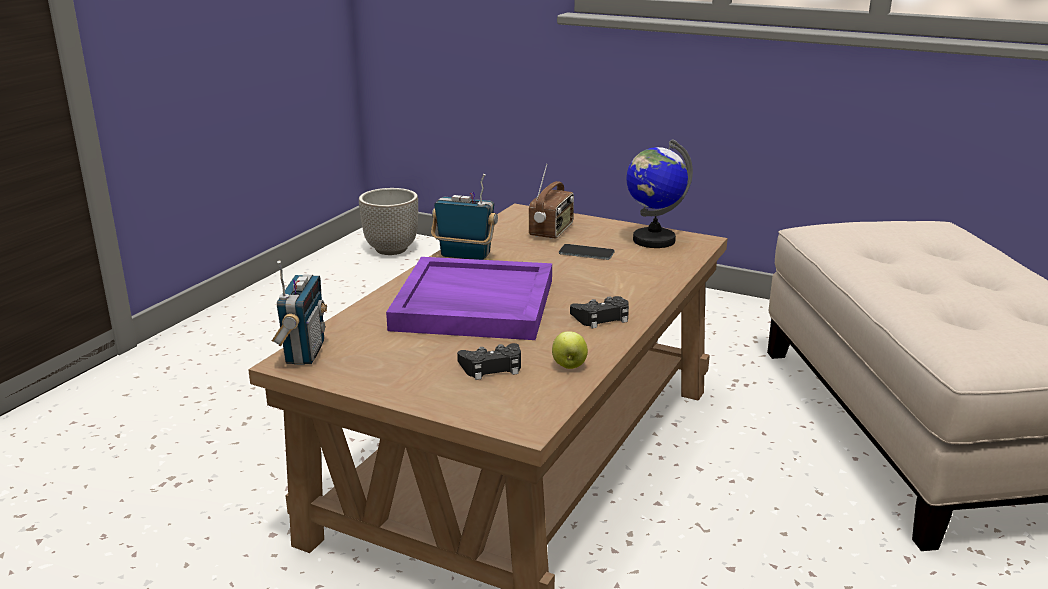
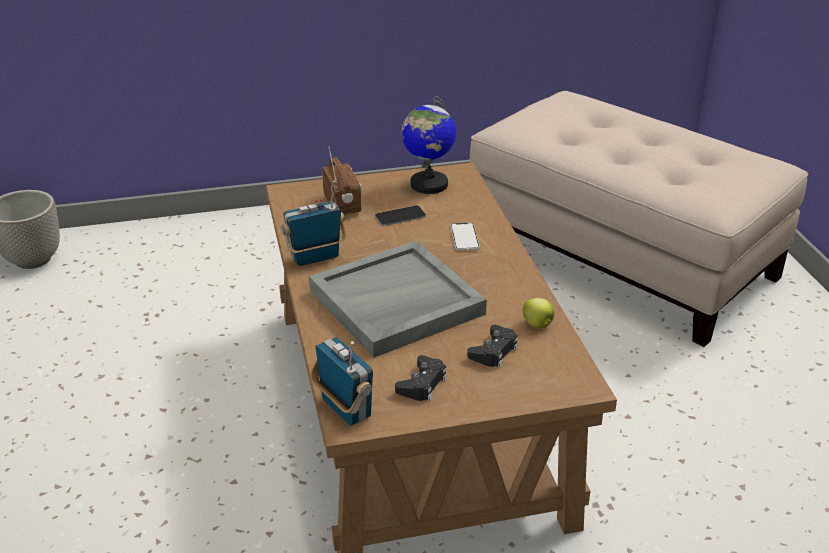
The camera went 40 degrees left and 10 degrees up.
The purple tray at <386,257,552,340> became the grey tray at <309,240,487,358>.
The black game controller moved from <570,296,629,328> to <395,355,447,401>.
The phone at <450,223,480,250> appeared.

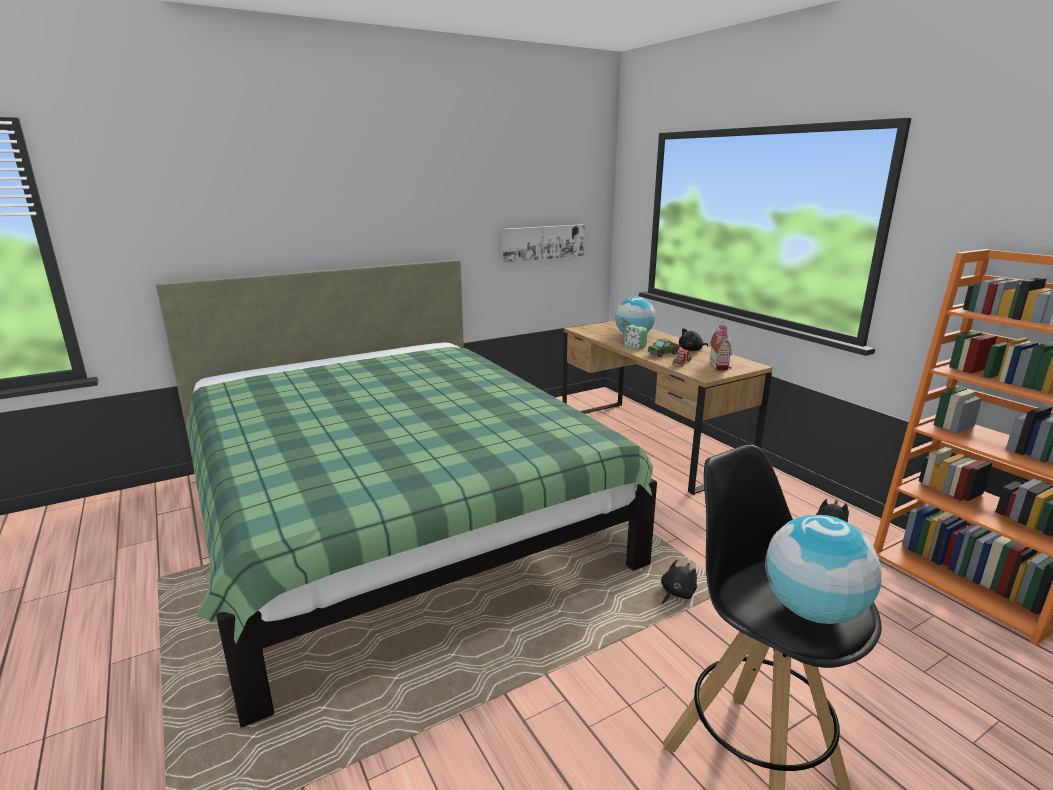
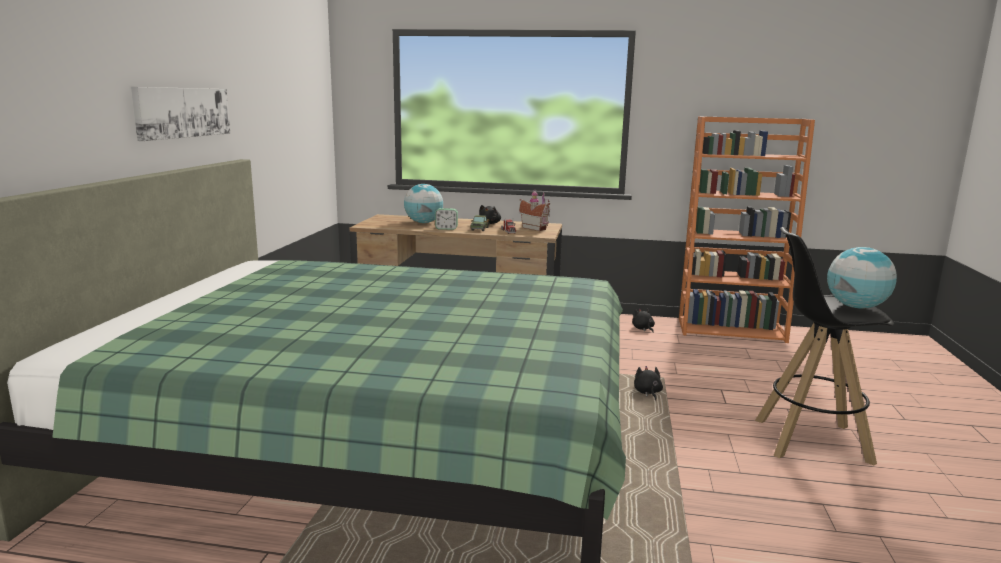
The camera went 50 degrees left and 5 degrees down.
The picture moved from <502,224,585,262> to <131,87,230,141>.

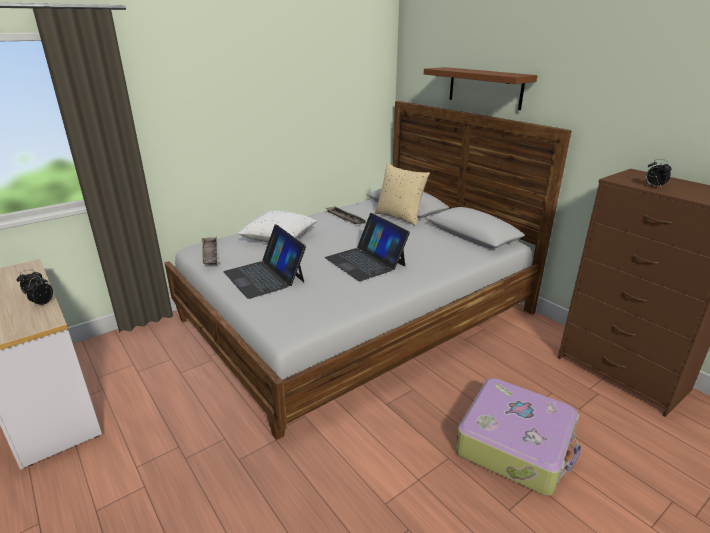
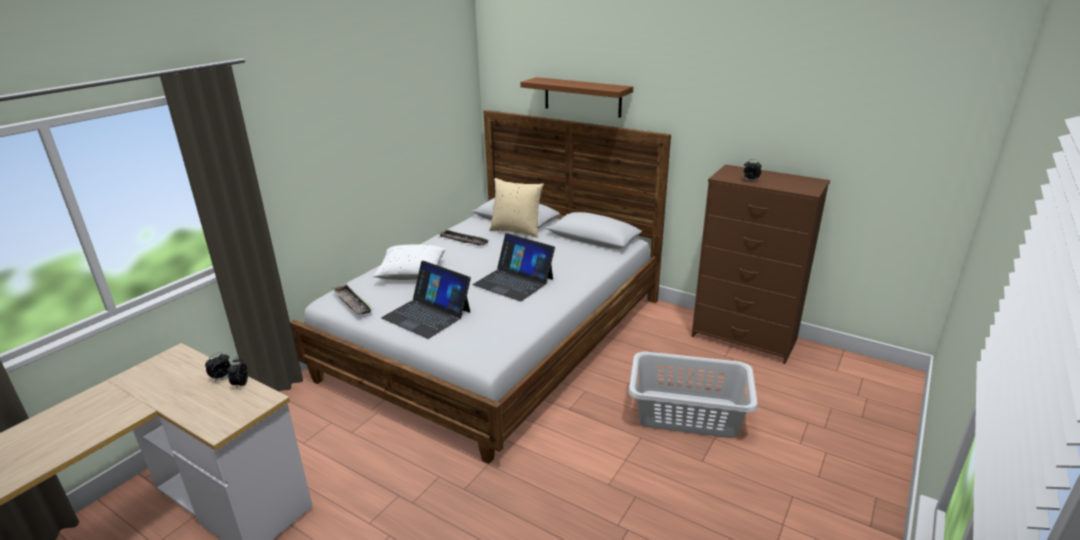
The camera went 20 degrees left and 0 degrees up.
The suitcase at <455,378,581,496> was replaced by the grey laundry basket at <628,352,758,438>.

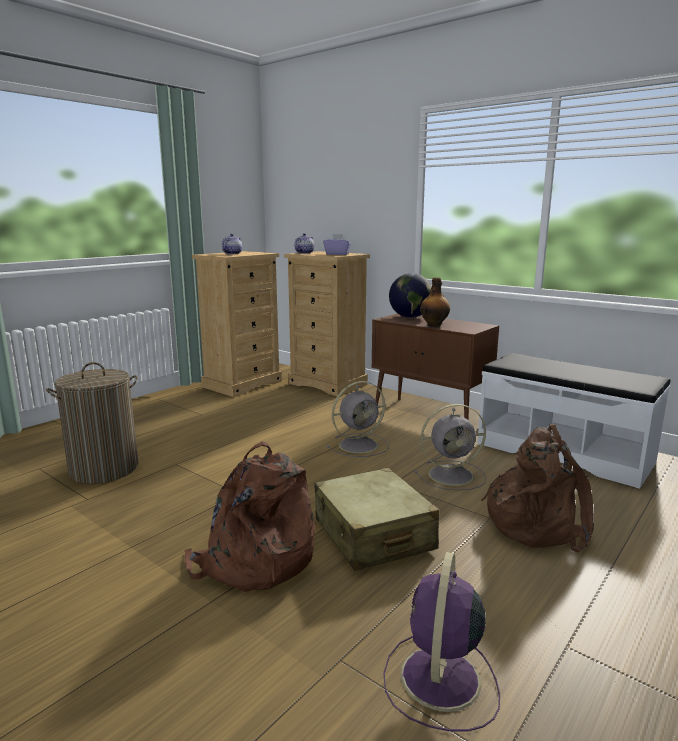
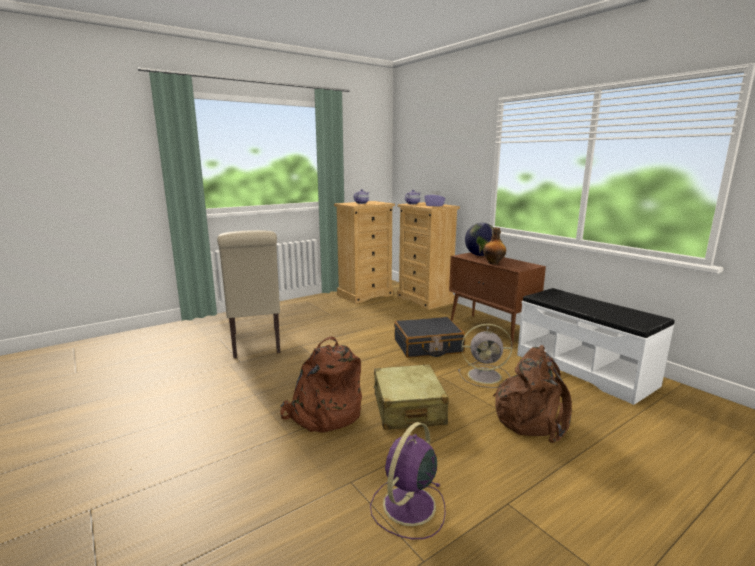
The camera went 15 degrees right and 0 degrees up.
The laundry basket at <46,362,138,484> was replaced by the beige chair at <217,230,280,358>.
The grey fan at <327,381,389,457> was replaced by the black suitcase at <394,317,465,358>.

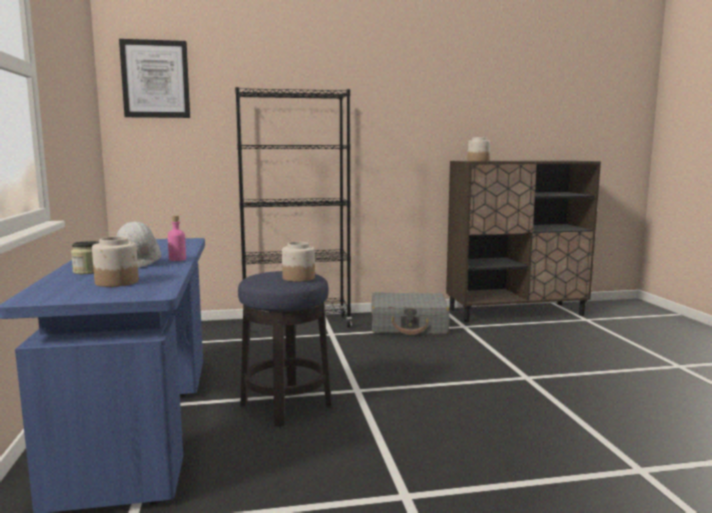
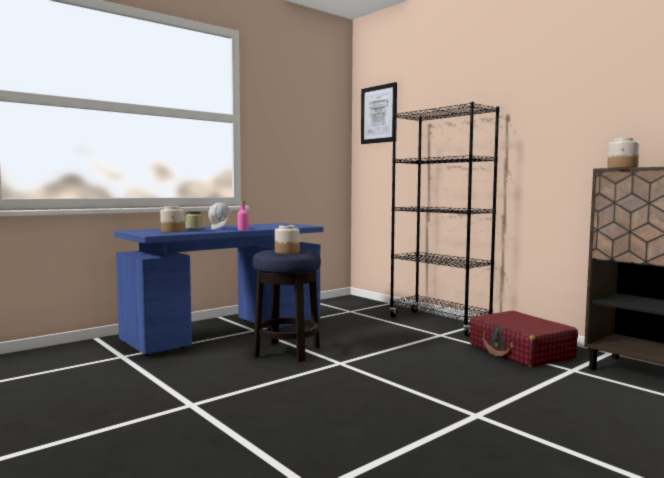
The camera went 60 degrees right and 5 degrees down.
The grey suitcase at <371,292,450,335> became the red suitcase at <469,311,578,368>.

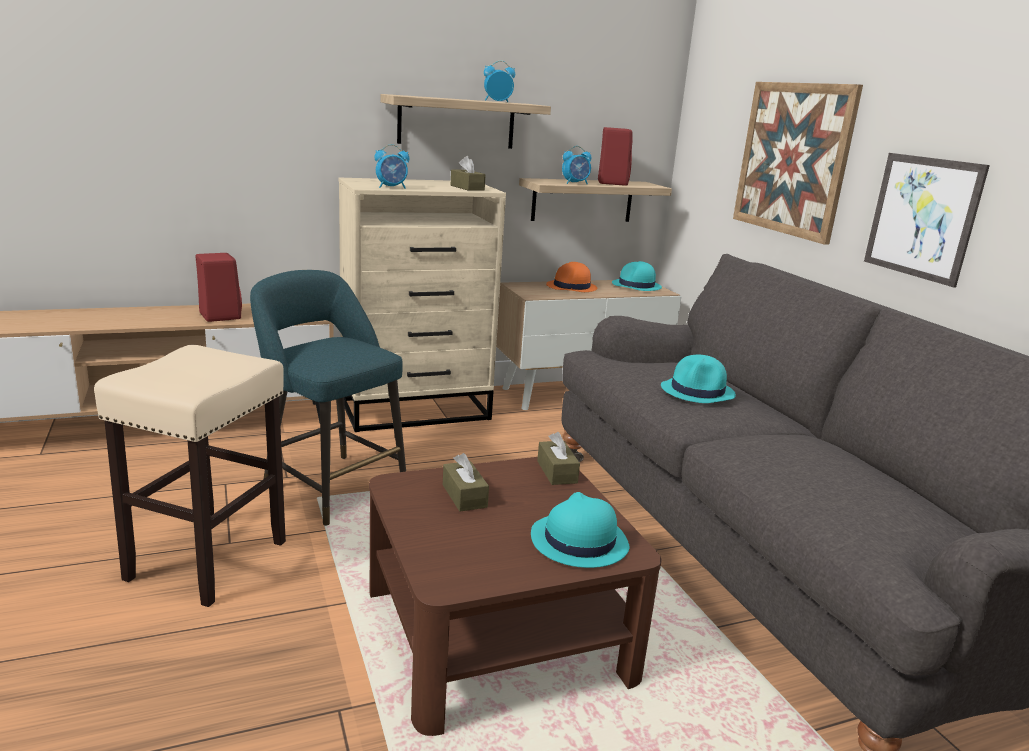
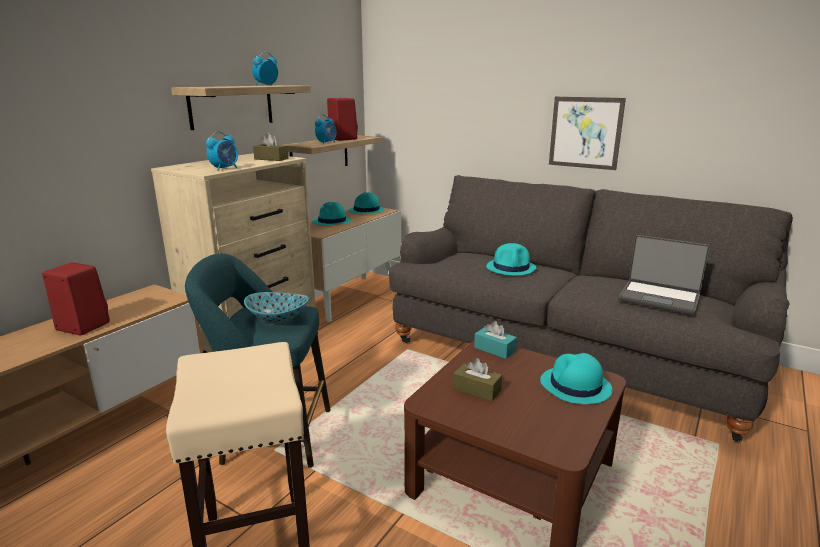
The camera went 35 degrees left and 0 degrees up.
The bowl at <244,292,309,323> appeared.
The orange hat at <546,262,597,292> became the turquoise hat at <312,202,352,226>.
The brown tissue box at <537,432,580,485> became the turquoise tissue box at <474,321,517,359>.
The laptop at <619,235,710,315> appeared.
The picture at <733,82,863,245> disappeared.

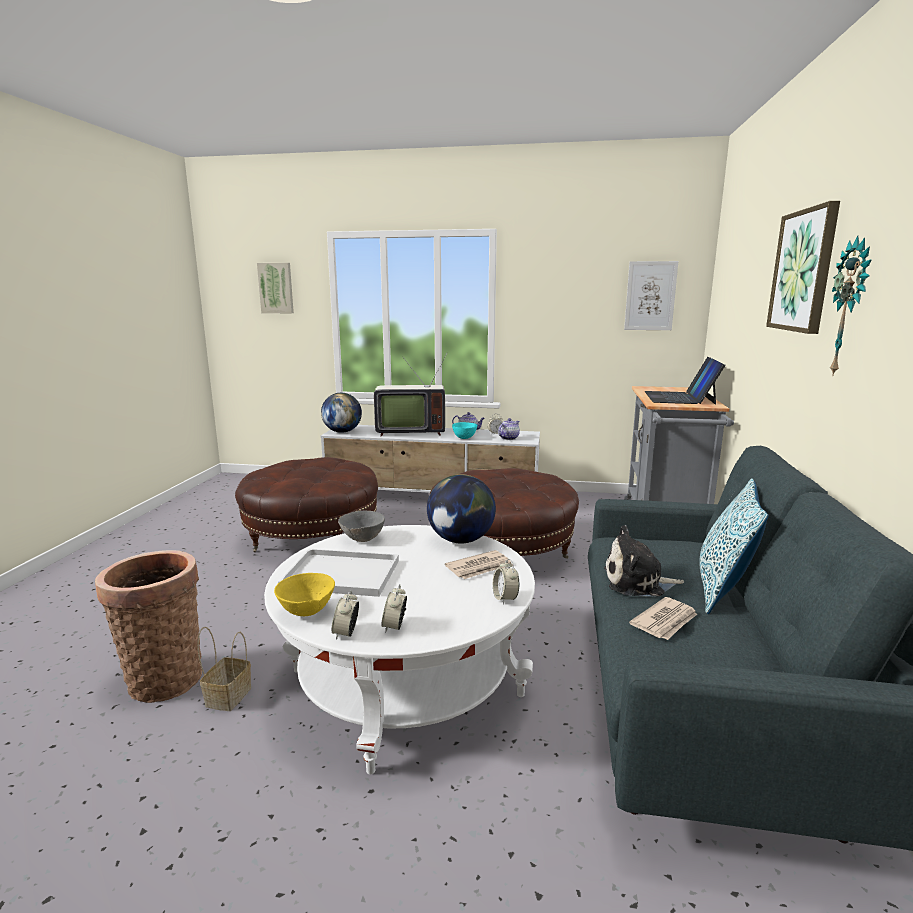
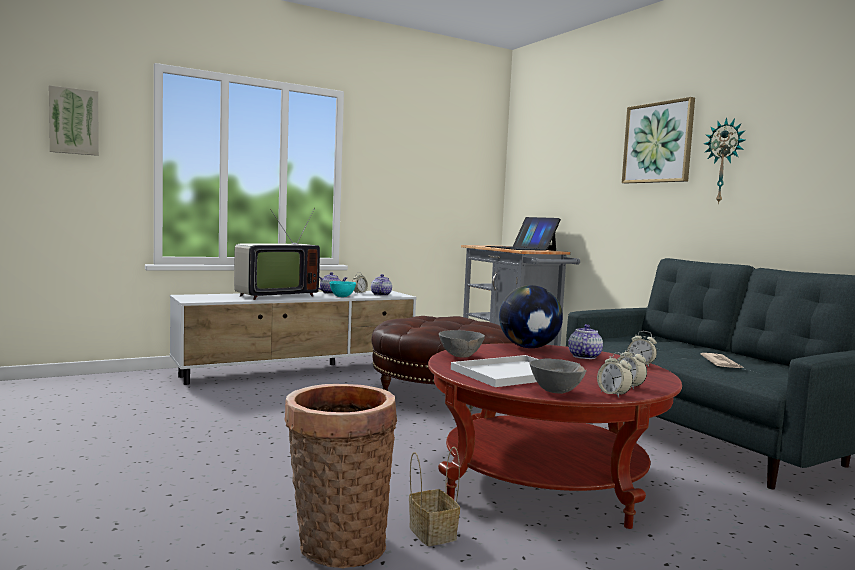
The camera went 40 degrees left and 10 degrees down.
The white coffee table at <264,525,535,775> became the red coffee table at <428,343,682,529>.
The yellow bowl at <274,573,335,616> became the grey bowl at <529,358,587,394>.
The newspaper at <445,550,513,579> was replaced by the teapot at <568,324,603,359>.
The brown ottoman at <235,457,378,552> disappeared.
The globe at <321,393,362,433> disappeared.
The plush toy at <604,525,684,596> disappeared.
The picture at <624,261,678,330> disappeared.
The pillow at <699,479,769,614> disappeared.

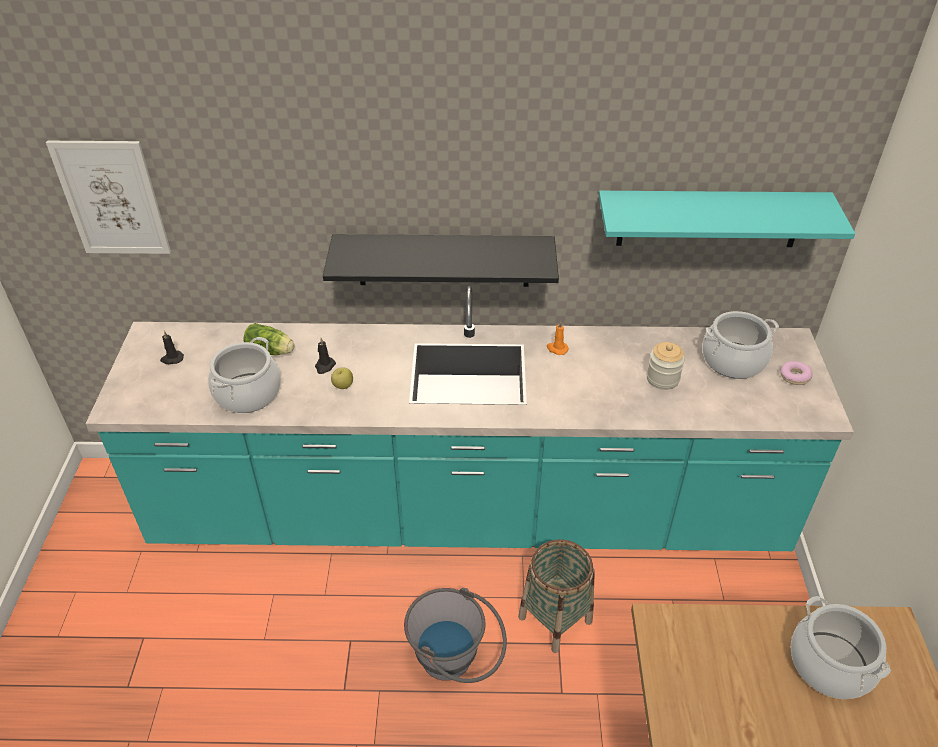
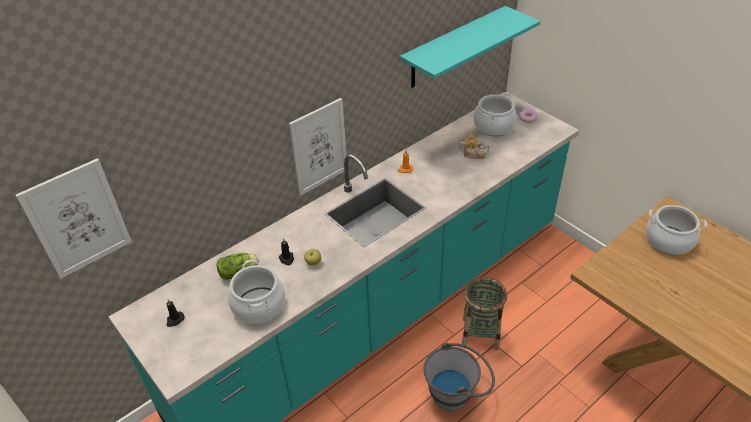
The camera went 40 degrees left and 0 degrees up.
The black shelf at <323,234,559,287> was replaced by the picture at <289,98,347,196>.
The jar at <647,342,685,390> was replaced by the teapot at <458,134,491,159>.

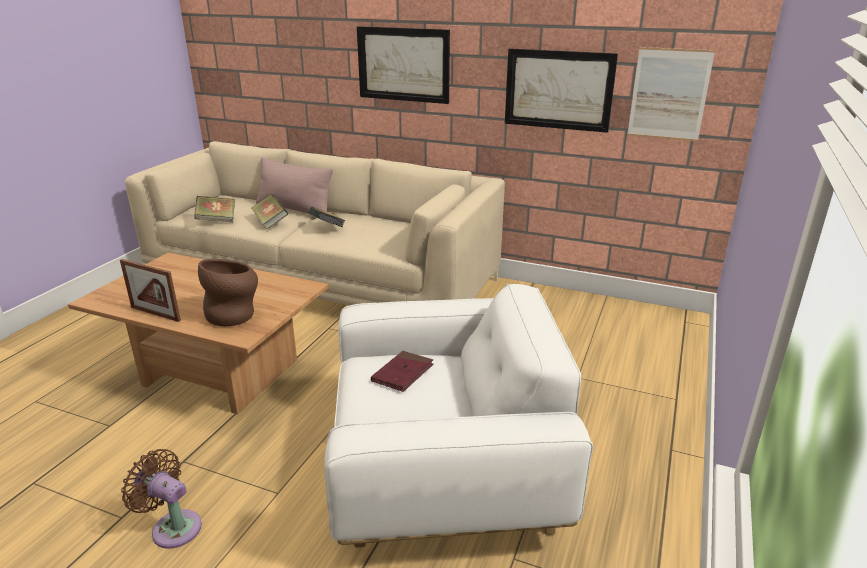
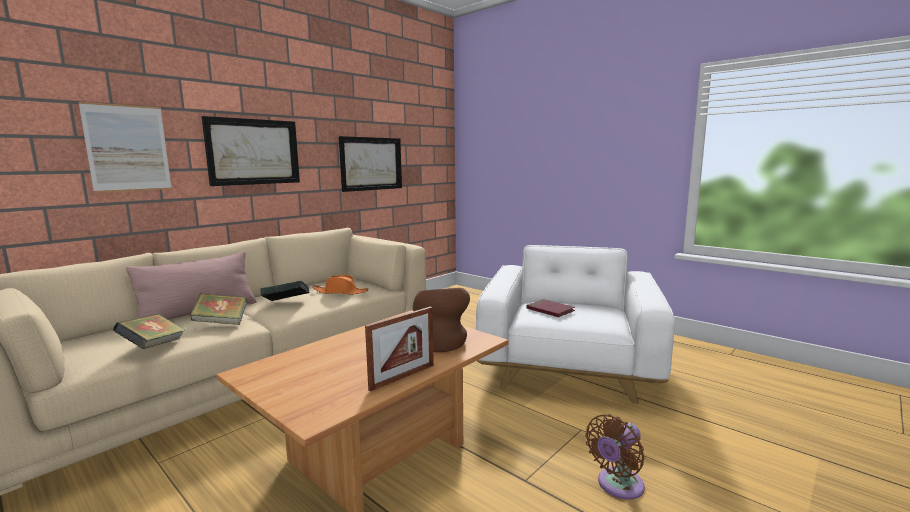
The camera went 70 degrees left and 15 degrees down.
The picture moved from <627,47,715,142> to <78,101,172,193>.
The orange hat at <312,275,369,295> appeared.

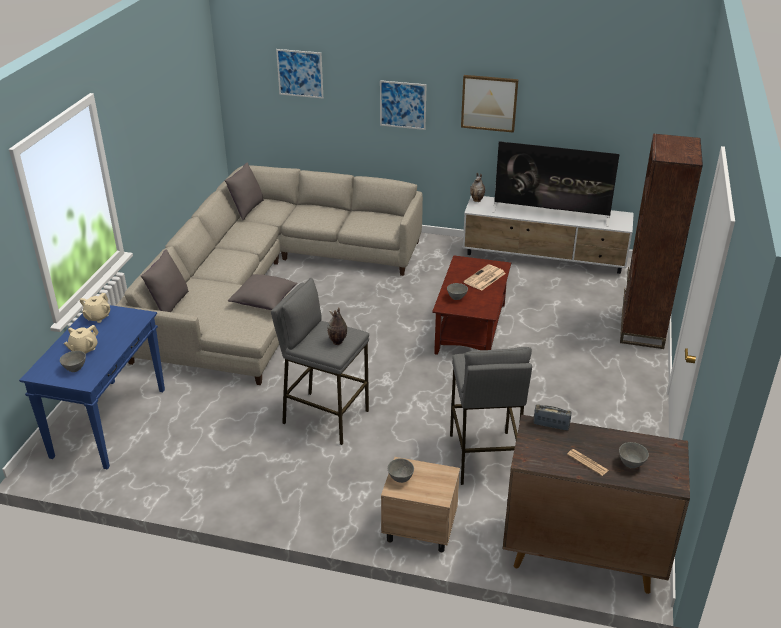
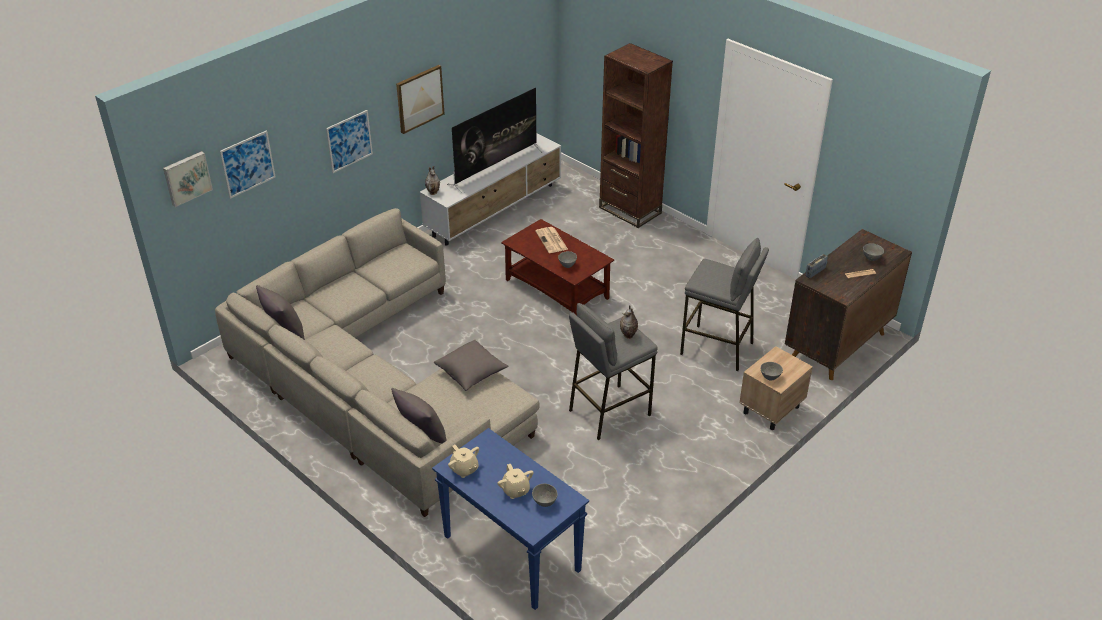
The camera went 60 degrees left and 5 degrees up.
The picture at <163,151,213,207> appeared.

